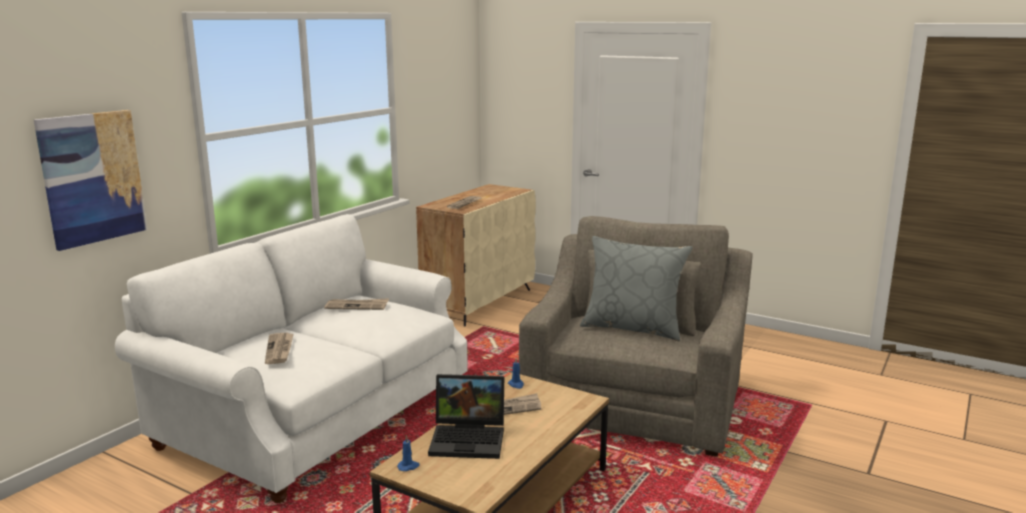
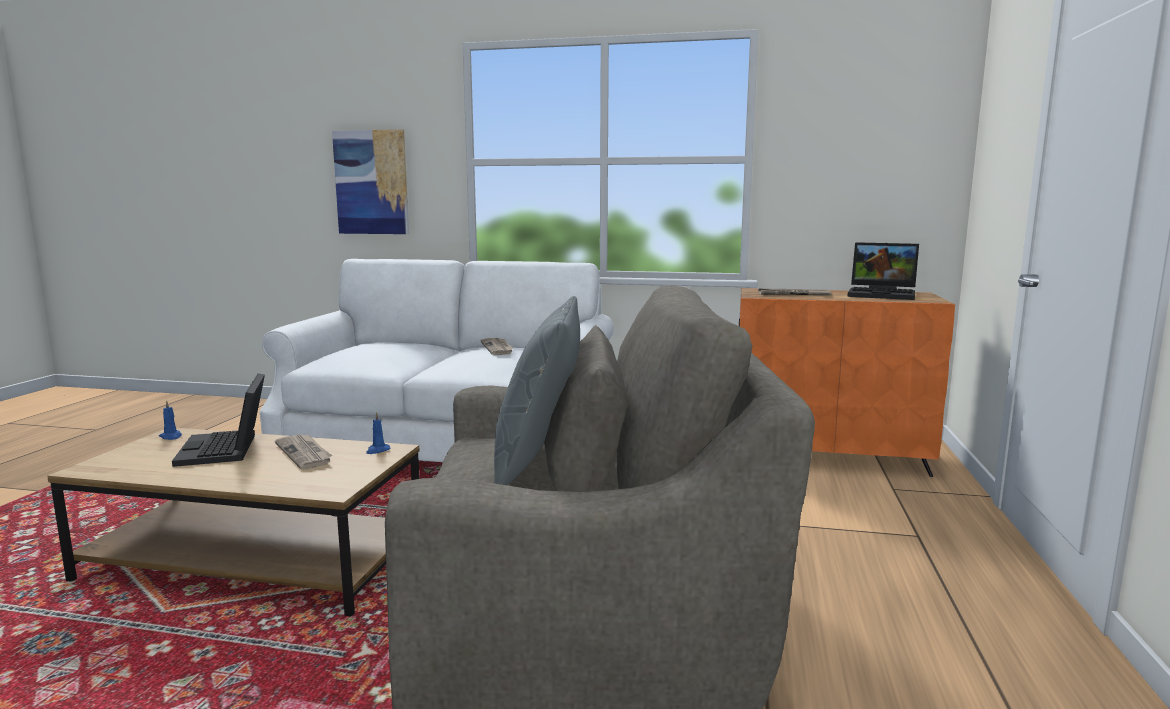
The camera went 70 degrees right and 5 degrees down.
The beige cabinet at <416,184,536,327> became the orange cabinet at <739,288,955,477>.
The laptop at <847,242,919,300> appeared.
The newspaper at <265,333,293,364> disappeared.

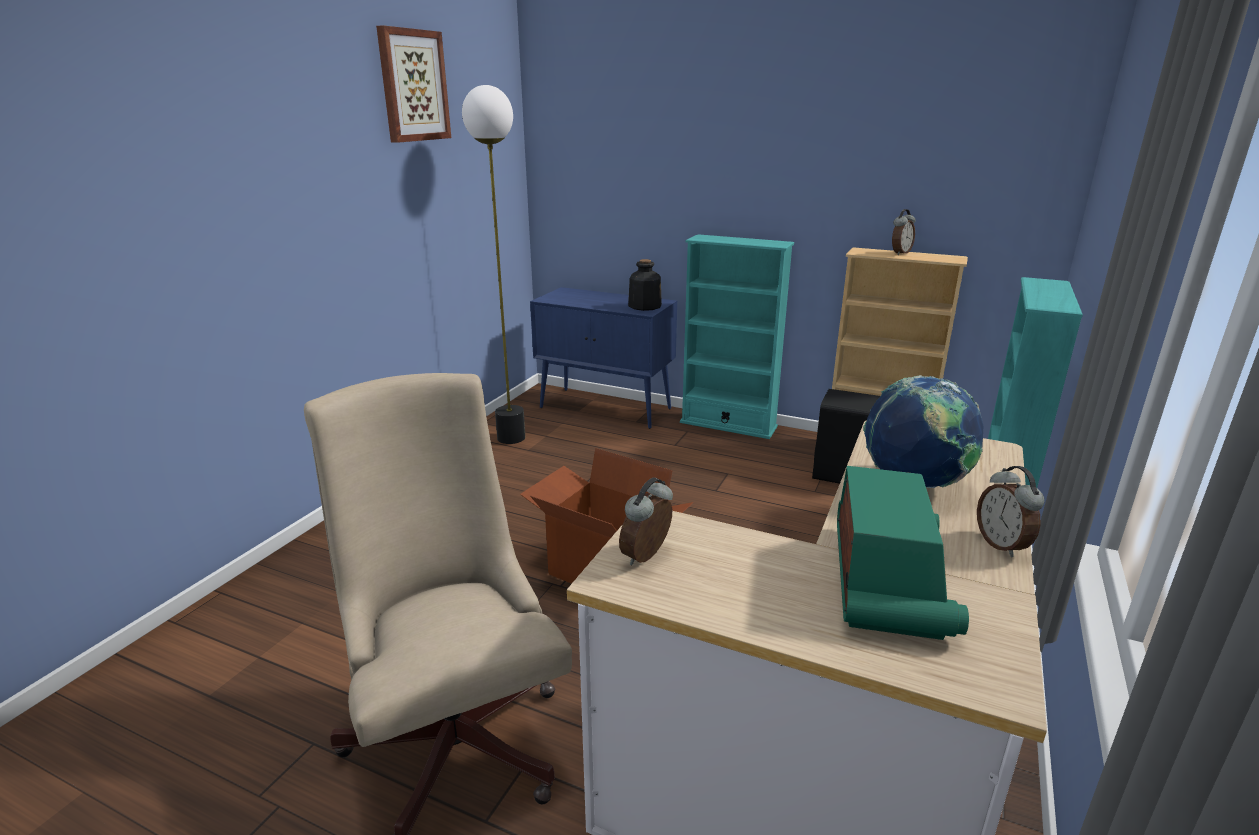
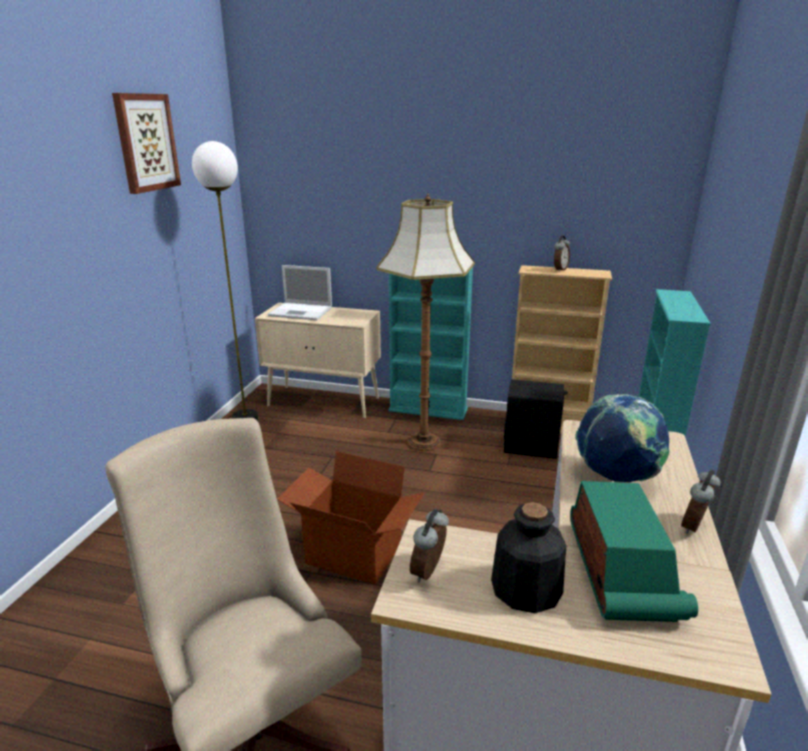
The camera went 10 degrees left and 0 degrees up.
The blue cabinet at <530,287,677,429> became the beige cabinet at <255,303,381,419>.
The laptop at <268,265,332,320> appeared.
The floor lamp at <376,193,475,451> appeared.
The bottle moved from <628,259,662,311> to <491,502,566,613>.
The alarm clock at <977,466,1044,557> turned 60 degrees clockwise.

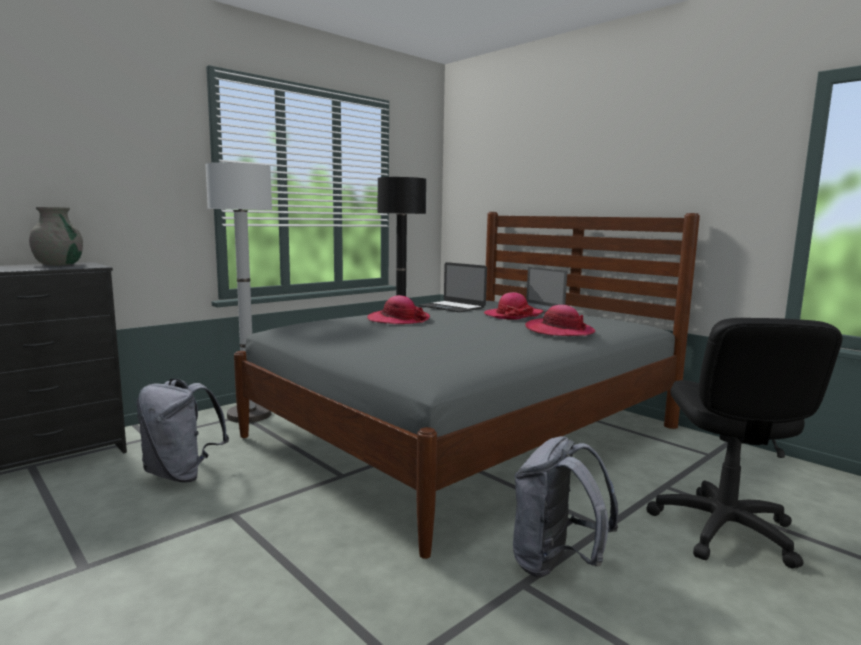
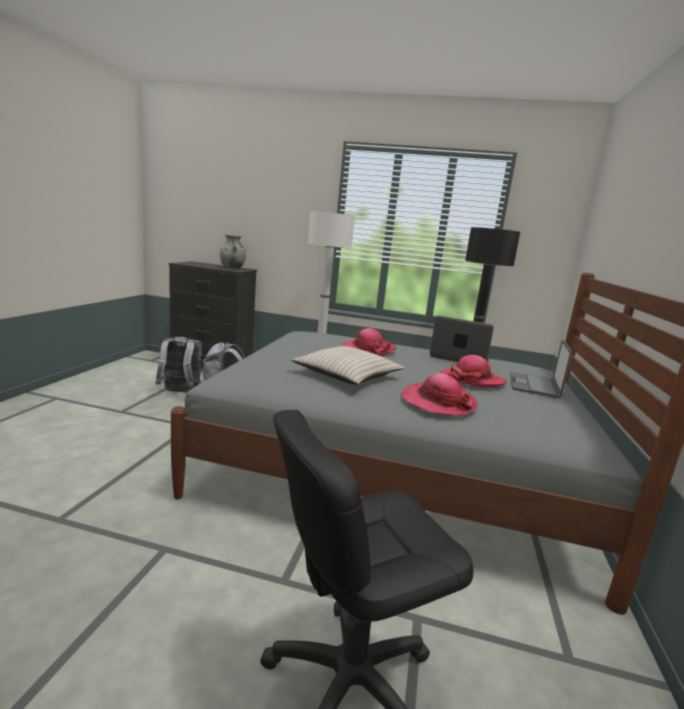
The camera went 55 degrees right and 5 degrees up.
The grey backpack moved from <513,436,618,577> to <155,337,202,393>.
The beige pillow at <291,346,405,385> appeared.
The laptop at <419,262,487,312> turned 105 degrees clockwise.

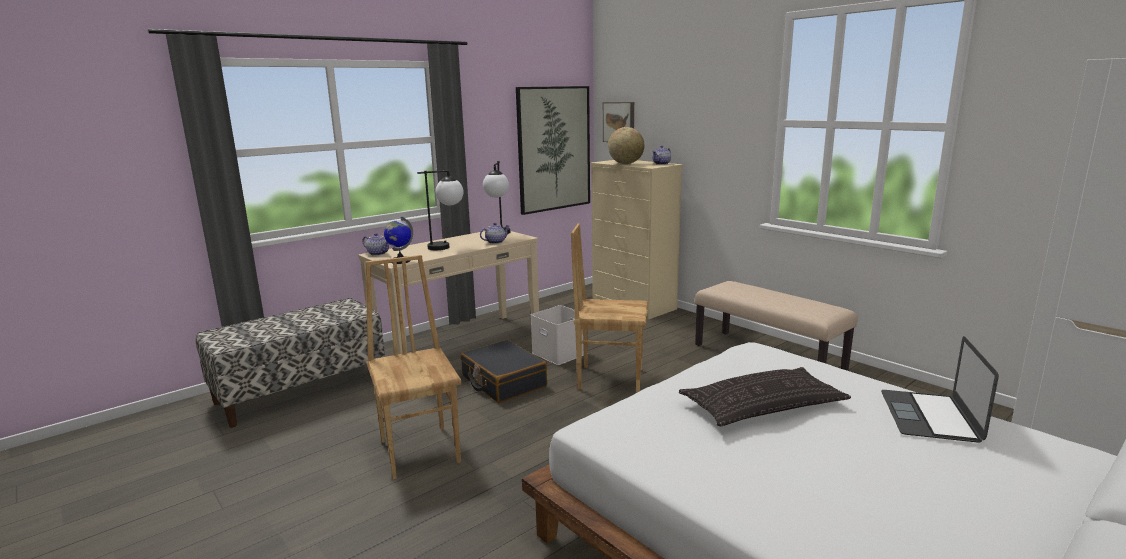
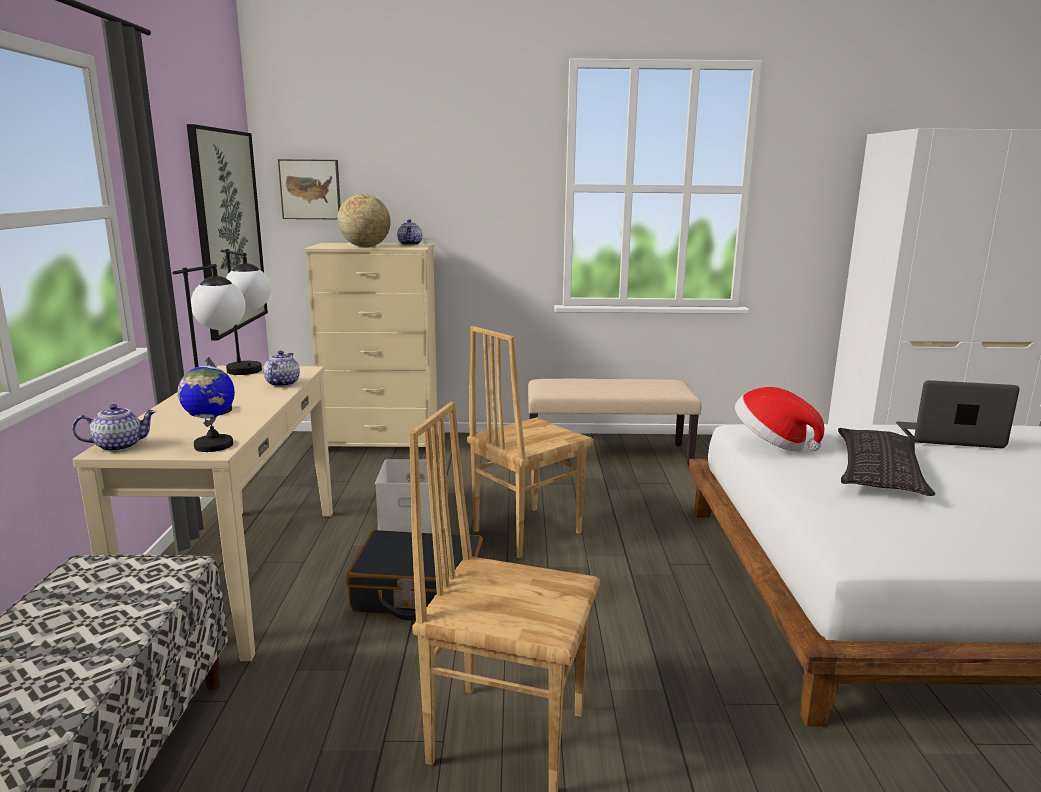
The camera went 50 degrees left and 0 degrees up.
The hat at <735,387,824,451> appeared.
The laptop at <881,336,999,443> turned 135 degrees clockwise.

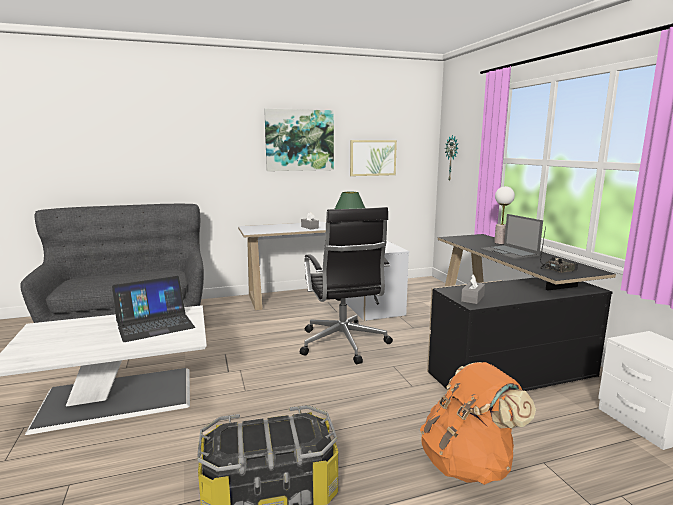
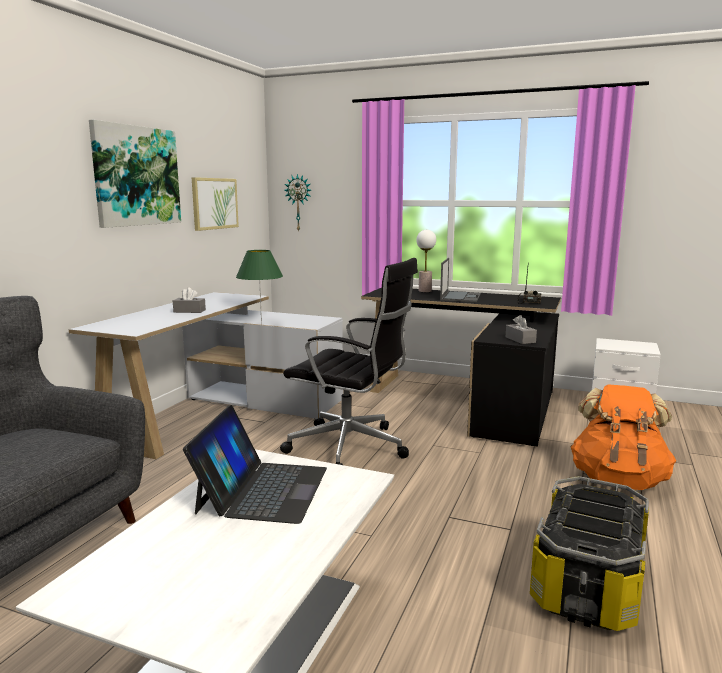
The camera went 50 degrees left and 0 degrees up.
The laptop at <480,214,543,259> turned 90 degrees counterclockwise.

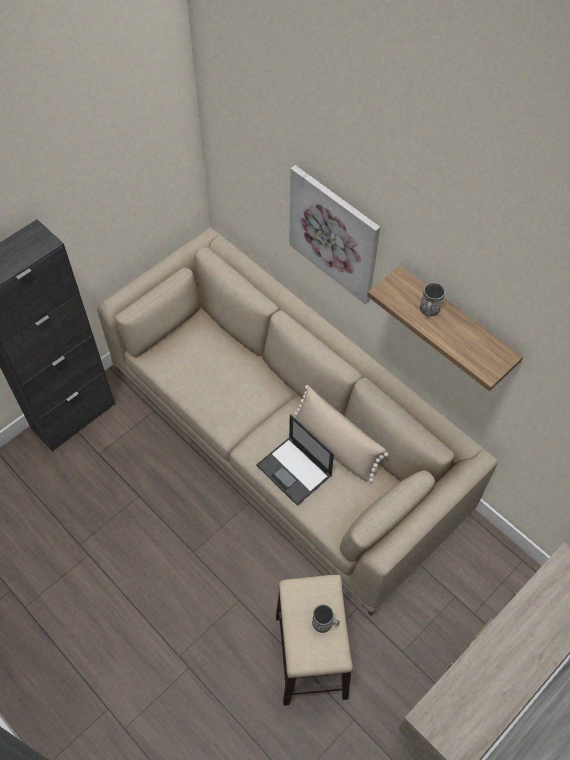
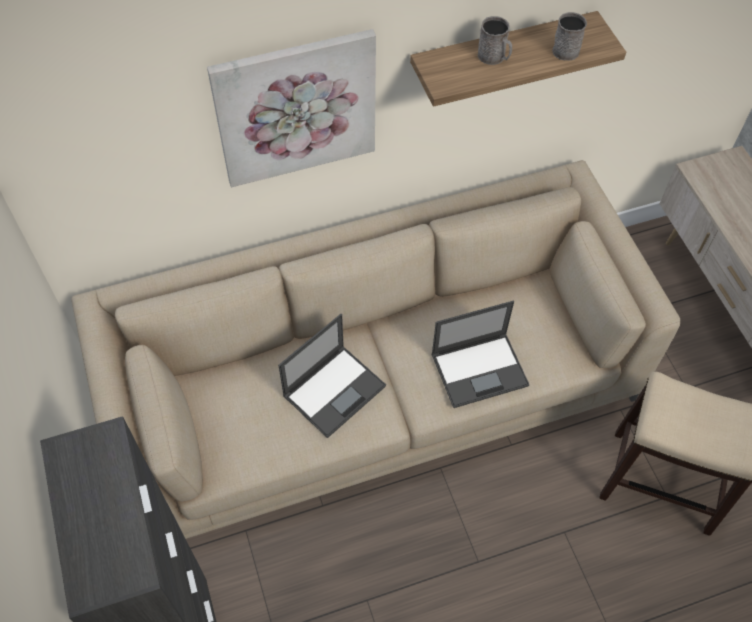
The camera went 65 degrees left and 0 degrees up.
The laptop at <278,314,386,438> appeared.
The grey mug moved from <312,604,340,633> to <552,12,587,61>.
The beige pillow at <294,385,388,482> disappeared.

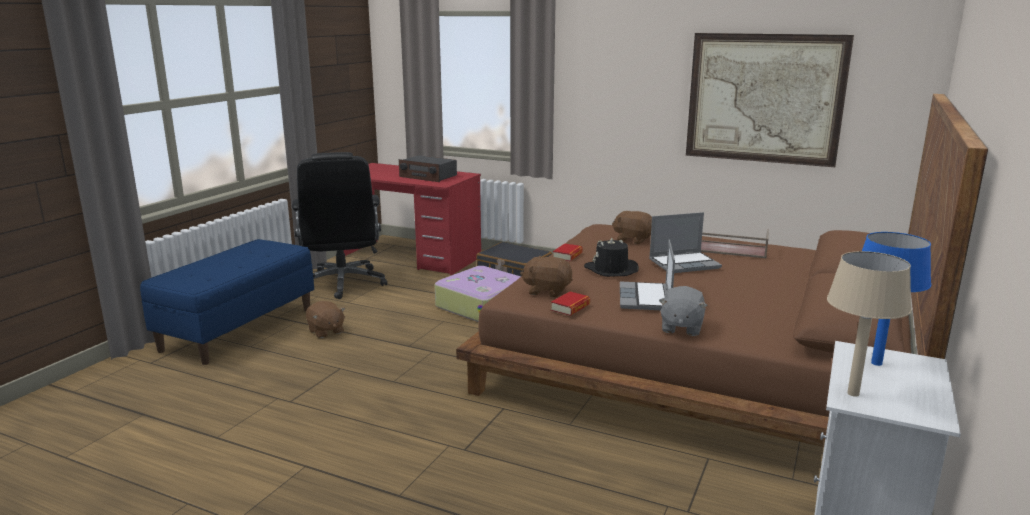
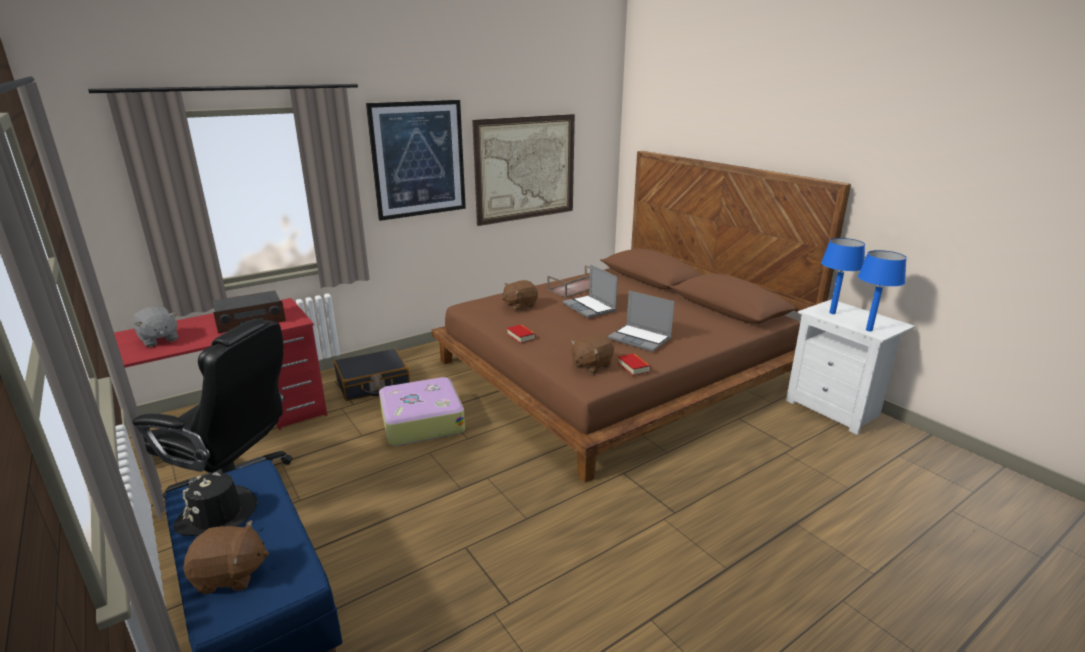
The camera went 60 degrees left and 5 degrees up.
The grey plush toy moved from <659,286,707,336> to <133,307,179,347>.
The black hat moved from <584,237,639,277> to <173,472,257,536>.
The brown plush toy moved from <306,301,345,338> to <183,520,269,594>.
The picture at <366,100,466,221> appeared.
The laptop at <649,212,722,273> turned 135 degrees clockwise.
The beige table lamp at <827,251,911,397> became the blue table lamp at <858,250,907,331>.

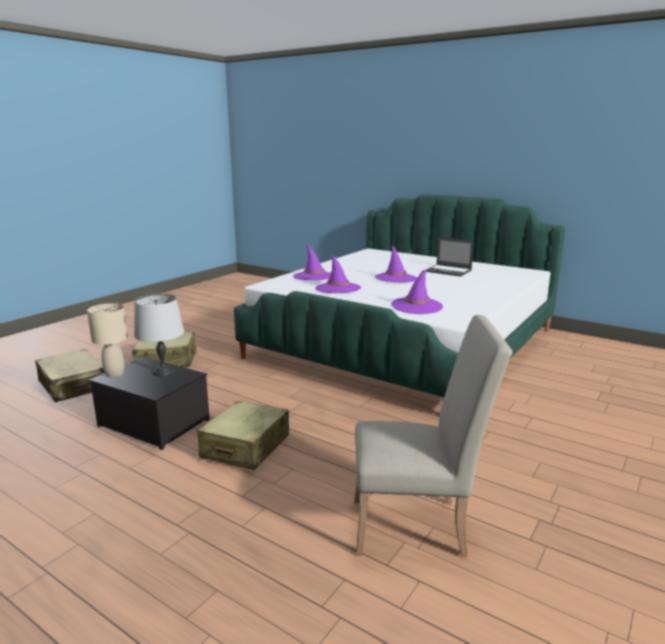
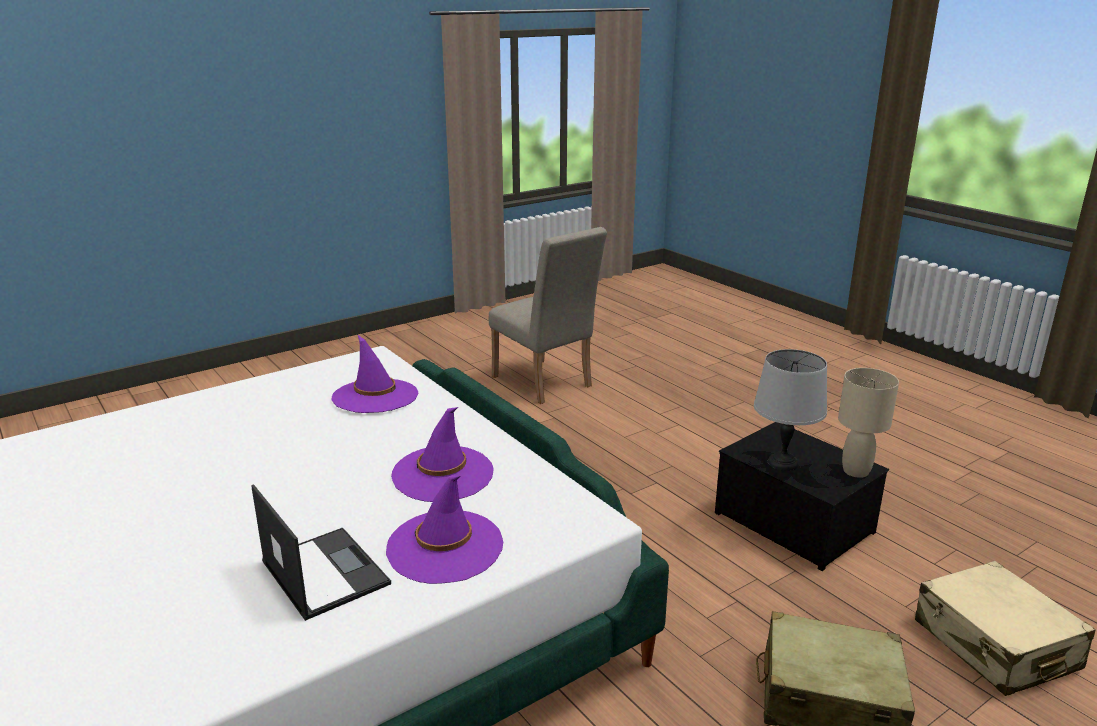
The camera went 160 degrees left and 5 degrees up.
The laptop moved from <426,237,474,277> to <252,484,391,621>.
The beige chair at <355,315,512,557> turned 150 degrees counterclockwise.
The beige suitcase at <197,401,289,470> disappeared.
The purple hat at <375,246,417,282> disappeared.

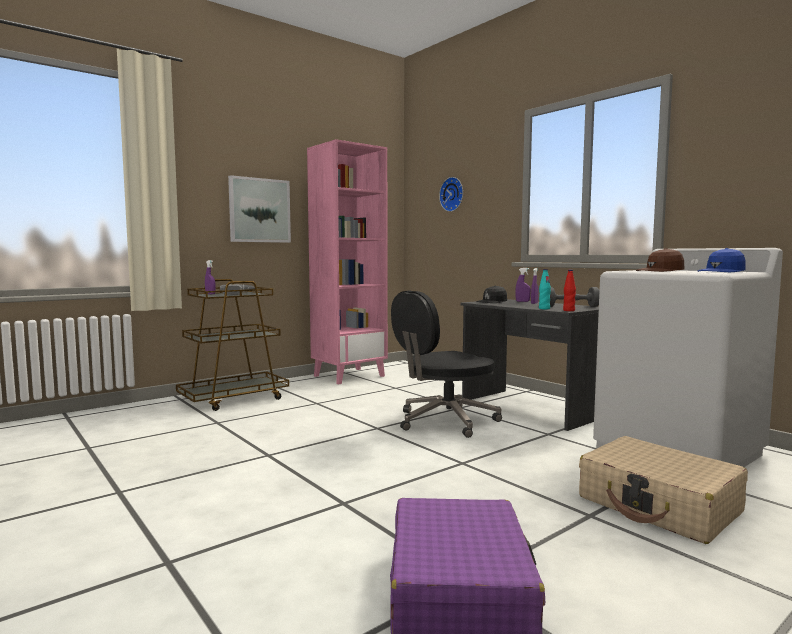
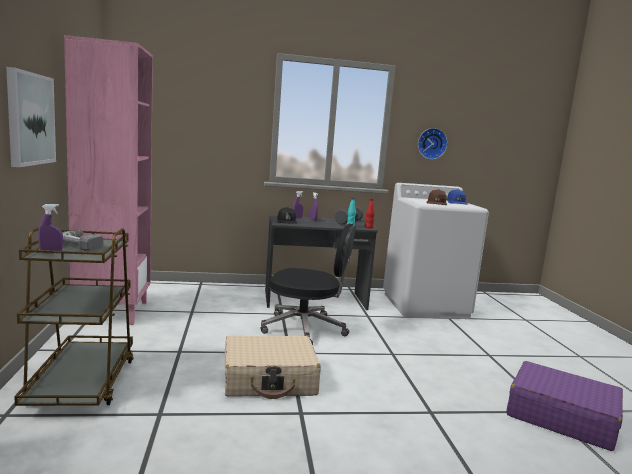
The camera went 60 degrees left and 5 degrees up.
The beige suitcase moved from <579,436,748,544> to <225,336,321,399>.
The black office chair at <391,290,502,438> turned 75 degrees counterclockwise.
The wall clock moved from <439,177,463,212> to <418,128,448,160>.

